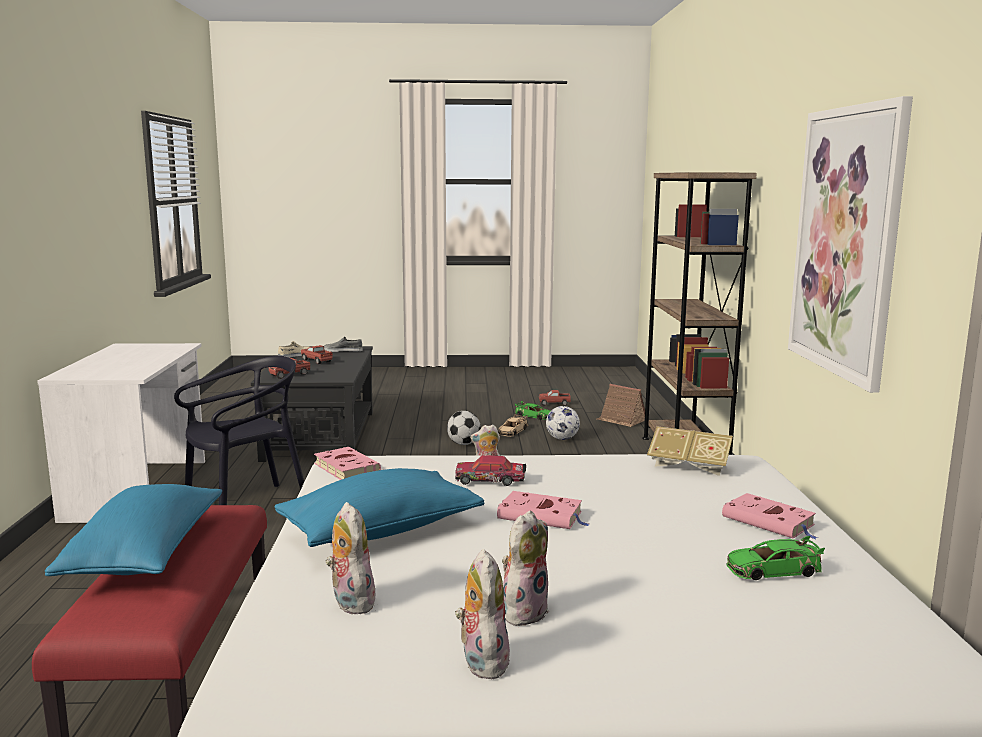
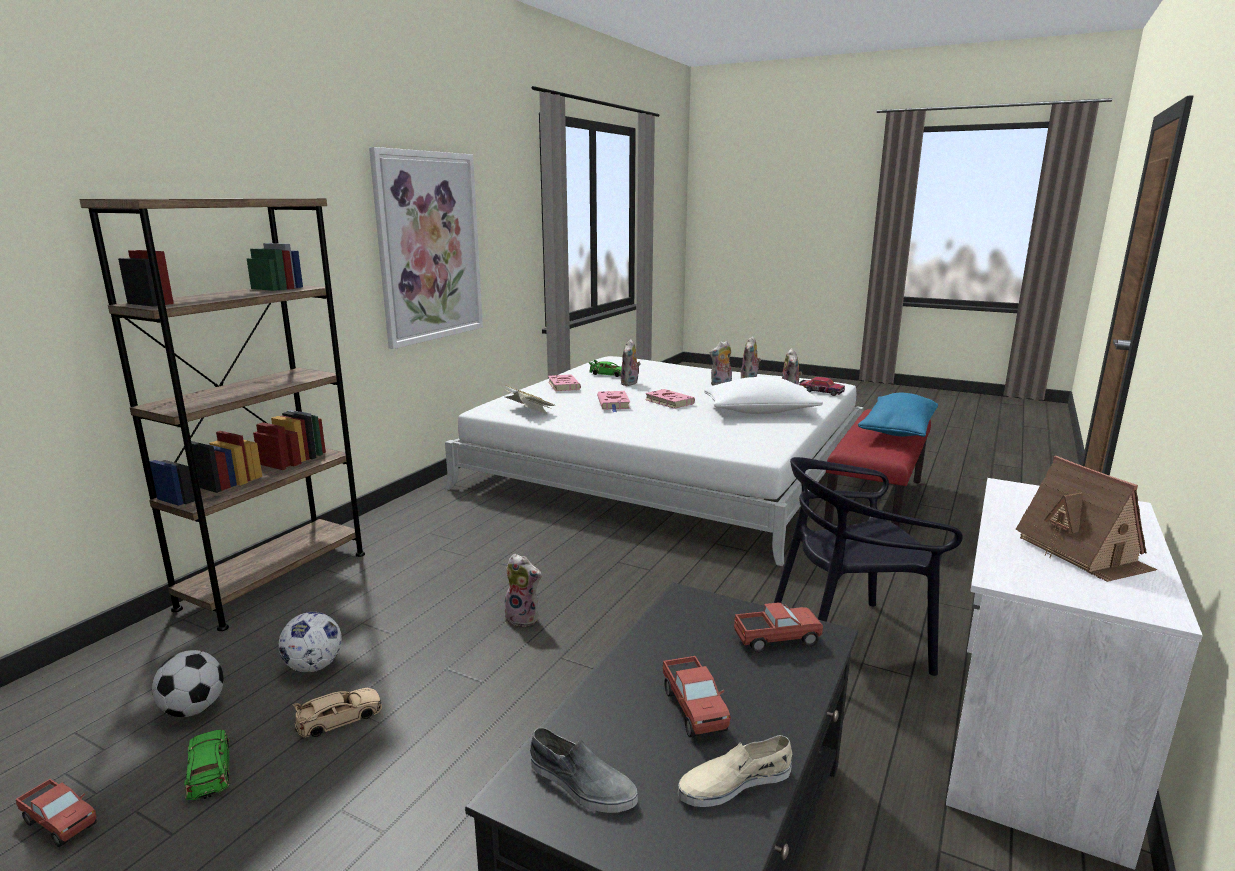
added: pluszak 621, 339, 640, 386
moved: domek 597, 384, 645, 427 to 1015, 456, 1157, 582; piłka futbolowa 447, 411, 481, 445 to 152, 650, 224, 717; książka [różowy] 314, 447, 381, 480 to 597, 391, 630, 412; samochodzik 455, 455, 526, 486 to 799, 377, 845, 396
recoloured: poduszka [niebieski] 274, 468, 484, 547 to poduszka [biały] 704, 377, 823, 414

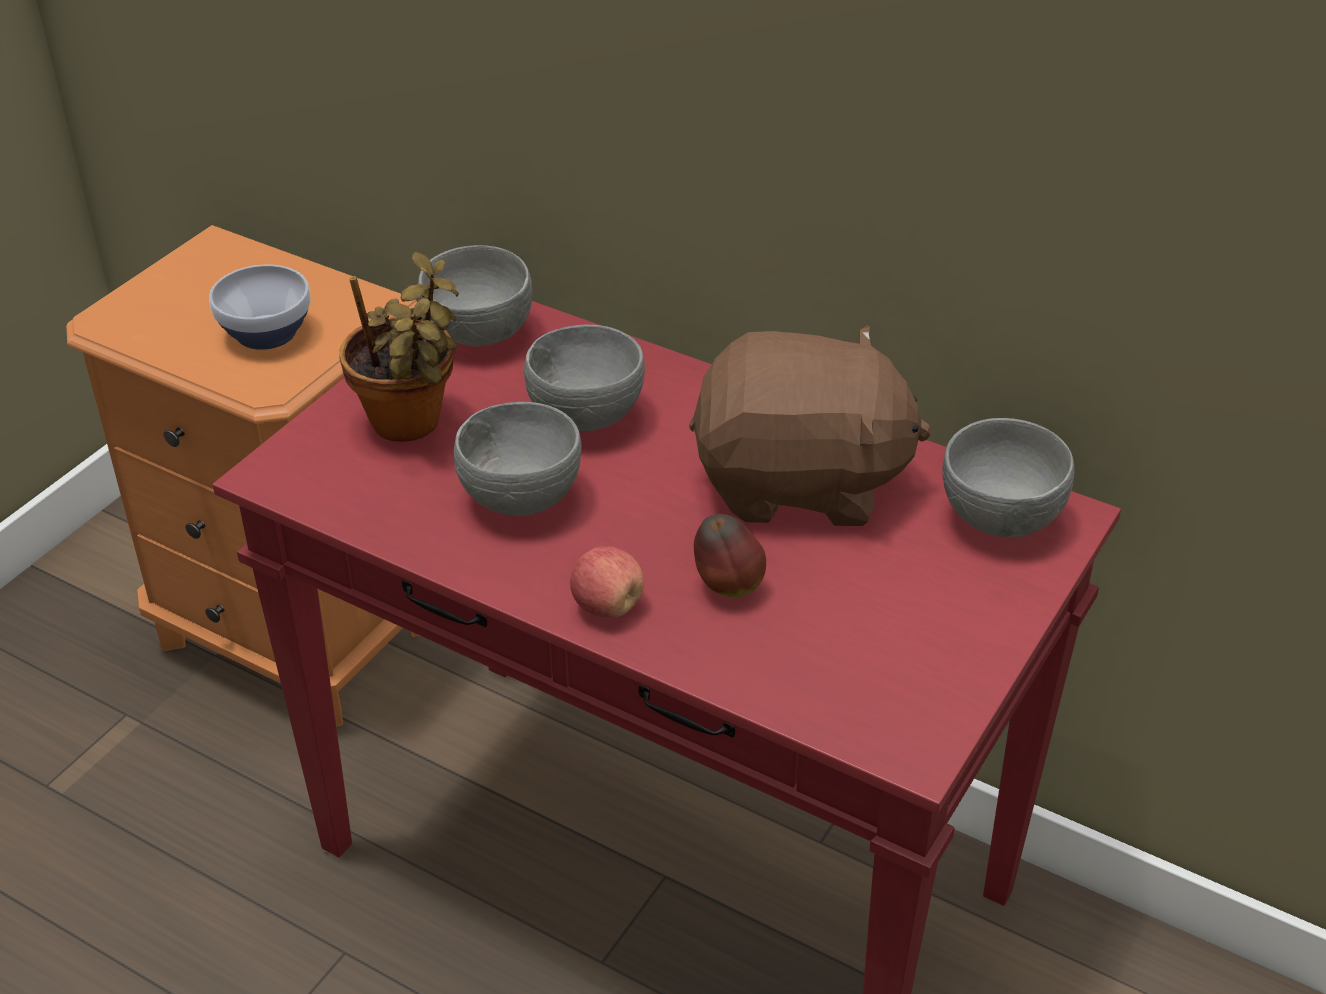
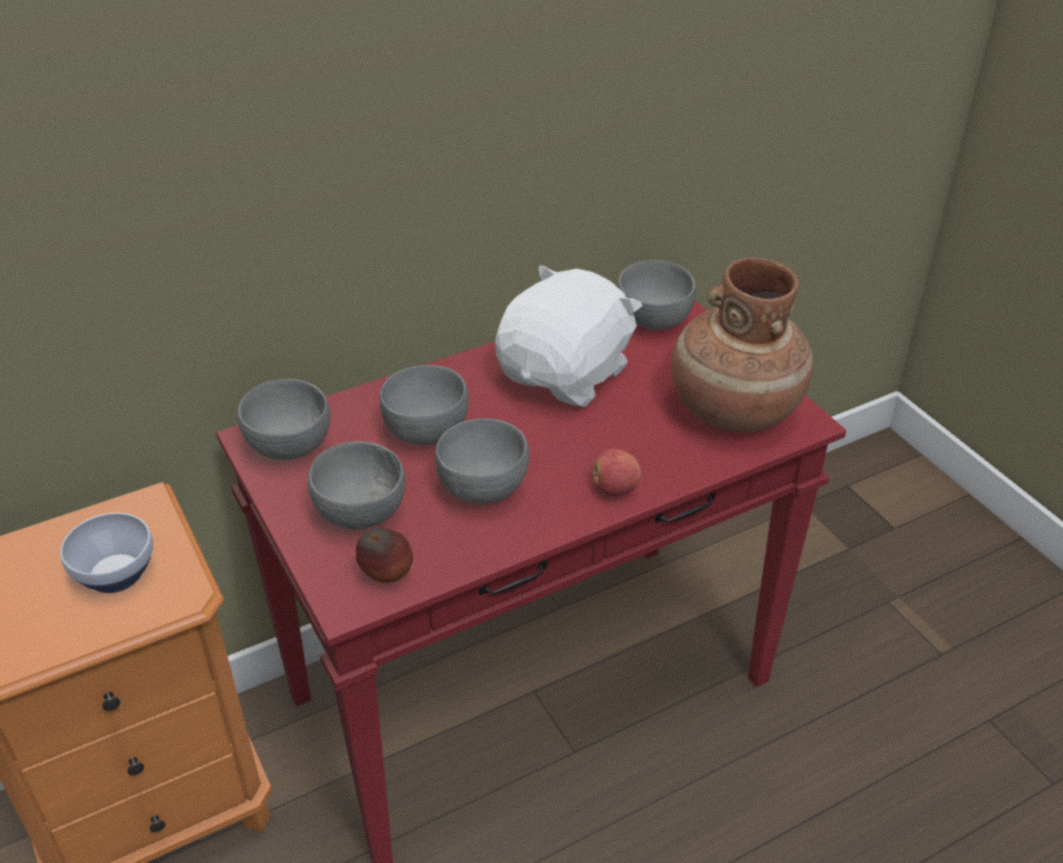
added: wazon [brązowy] 671, 257, 813, 433
moved: jabłko 694, 514, 766, 598 to 356, 528, 413, 583
replaced: roślina doniczkowa 339, 252, 459, 442 to miska [szary] 308, 441, 405, 529
recoloured: pluszak [brązowy] 689, 325, 933, 526 to pluszak [biały] 495, 264, 643, 407

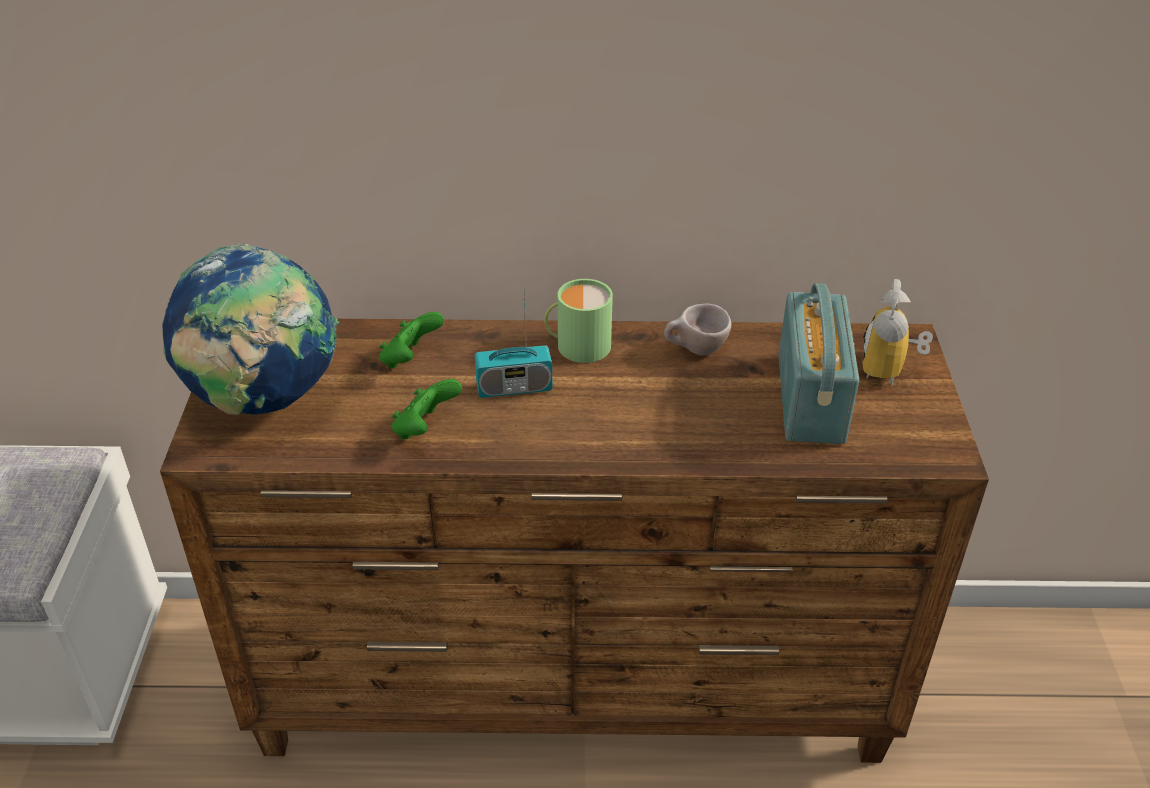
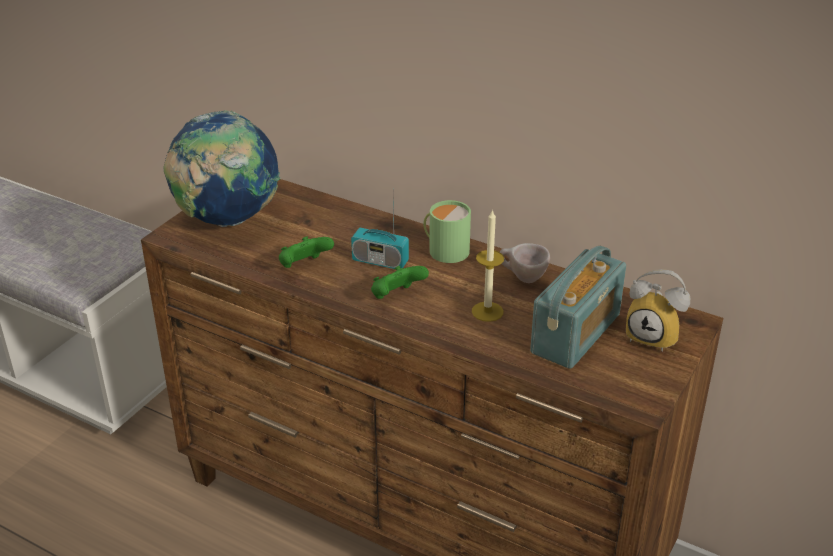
added: świeca 472, 209, 504, 322
moved: pad do gier [zielony] 379, 312, 444, 369 to 371, 266, 429, 299
turned: budzik 863, 279, 933, 387 = 626, 269, 690, 352 105 degrees counterclockwise

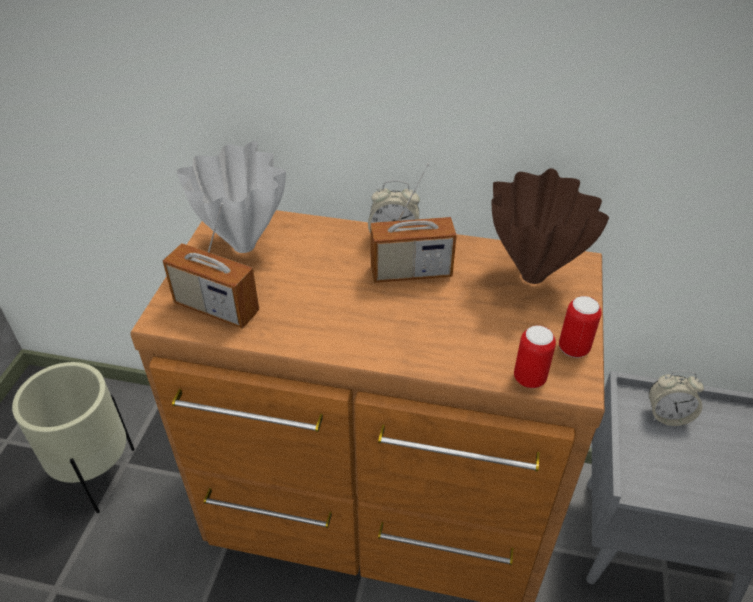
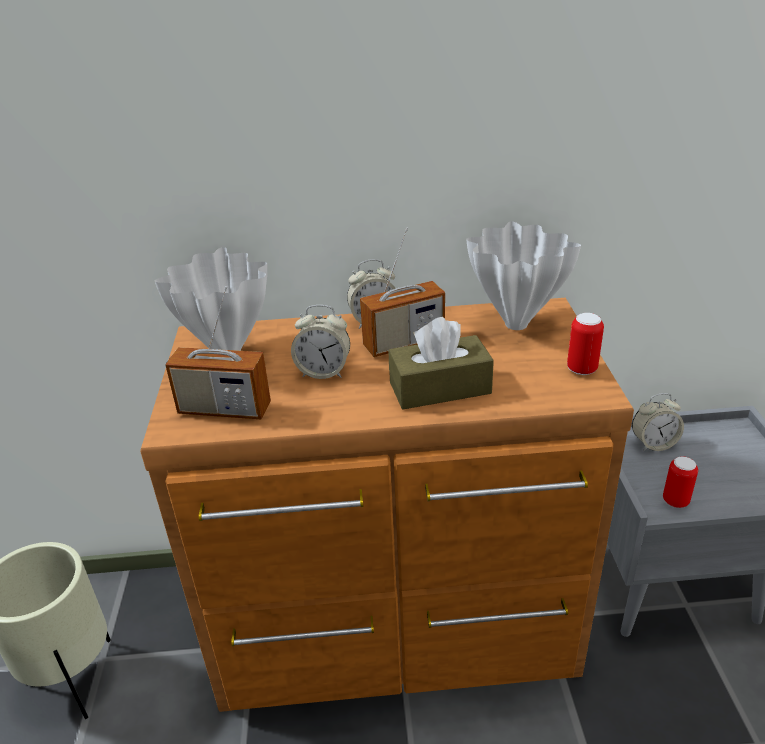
added: budzik 291, 305, 350, 379; pudełko chusteczek [brązowy] 388, 317, 494, 409
moved: puszka 514, 325, 556, 388 to 663, 456, 698, 508
recoloured: wazon [brązowy] 492, 168, 609, 284 to wazon [biały] 466, 221, 581, 330

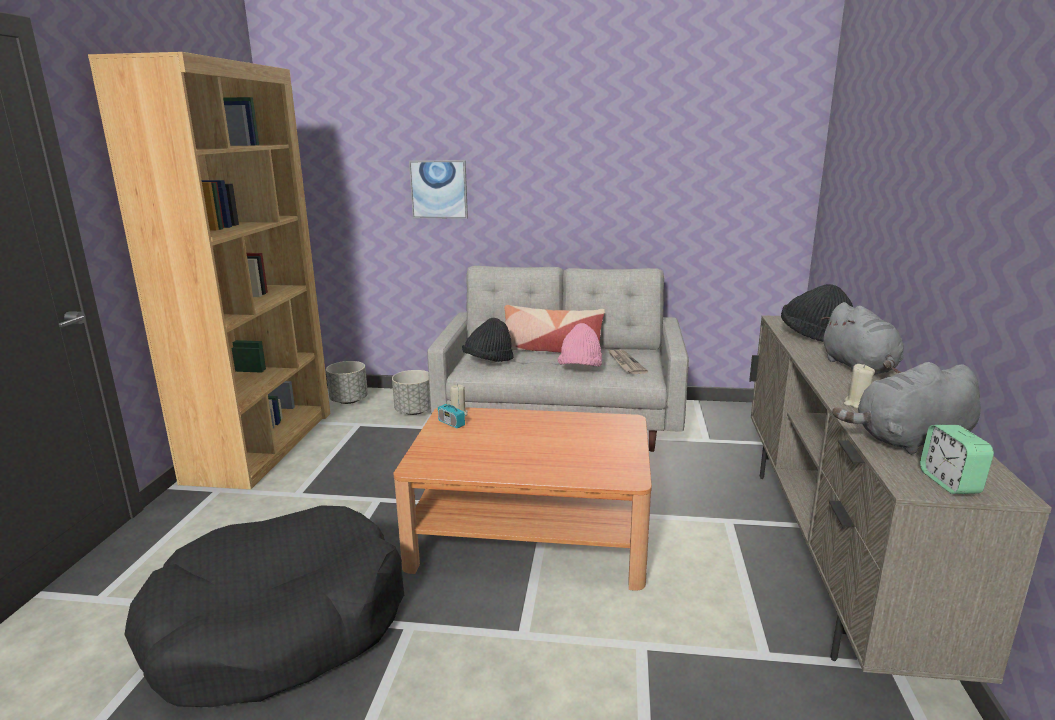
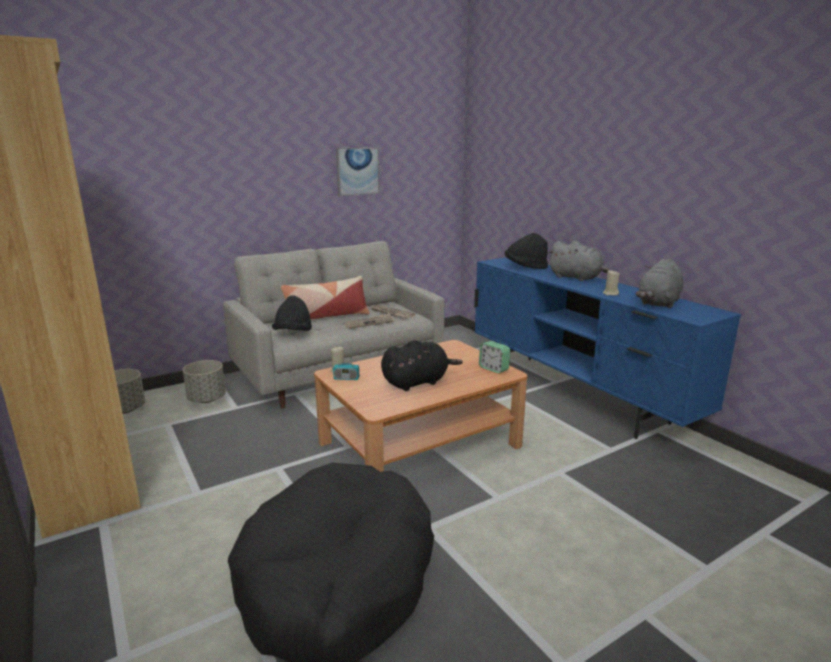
added: pluszak [czarny] 381, 340, 463, 391
moved: obraz 409, 160, 468, 219 to 336, 147, 380, 196; budzik 920, 425, 994, 494 to 479, 341, 510, 373
replaced: kapelusz [różowy] 558, 323, 602, 367 to gazeta 344, 313, 394, 329
recoloured: szafka pod telewizor [beżowy] 749, 315, 1052, 684 to szafka pod telewizor [niebieski] 474, 257, 741, 439

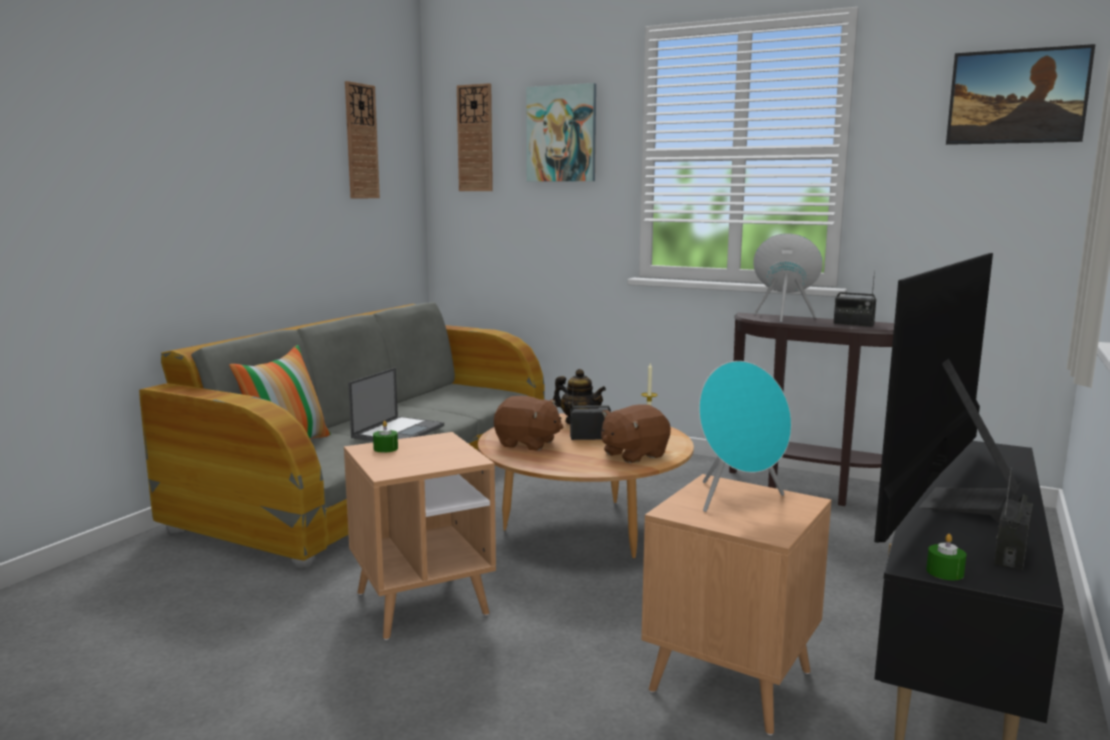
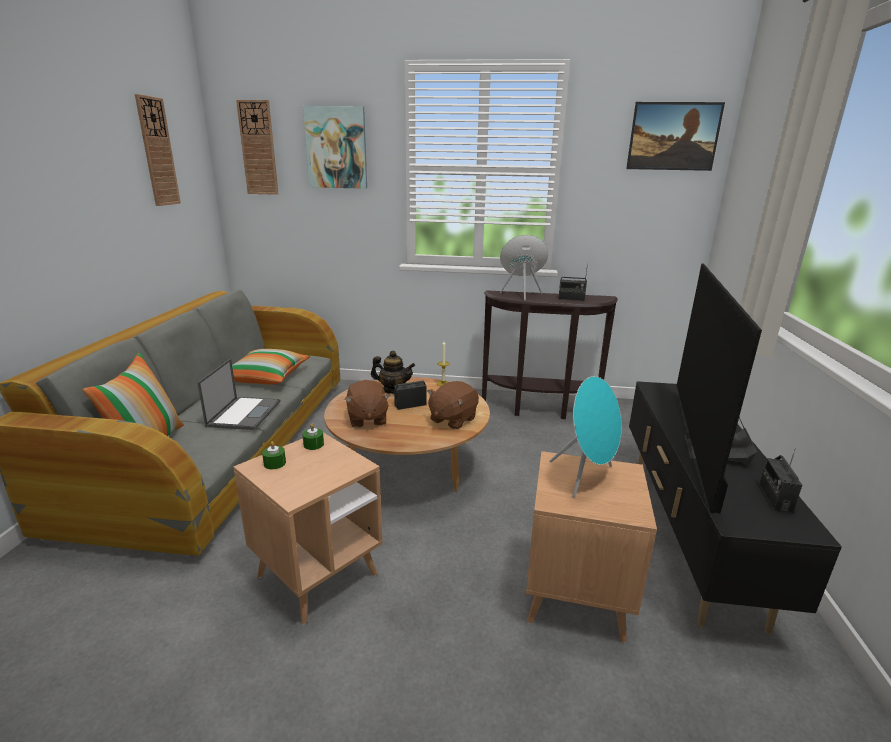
added: poduszka 232, 349, 310, 384
moved: świeca [zielony] 926, 534, 966, 580 to 302, 424, 324, 450
turned: pluszak [brązowy] 494, 396, 563, 451 = 344, 380, 390, 428 75 degrees clockwise

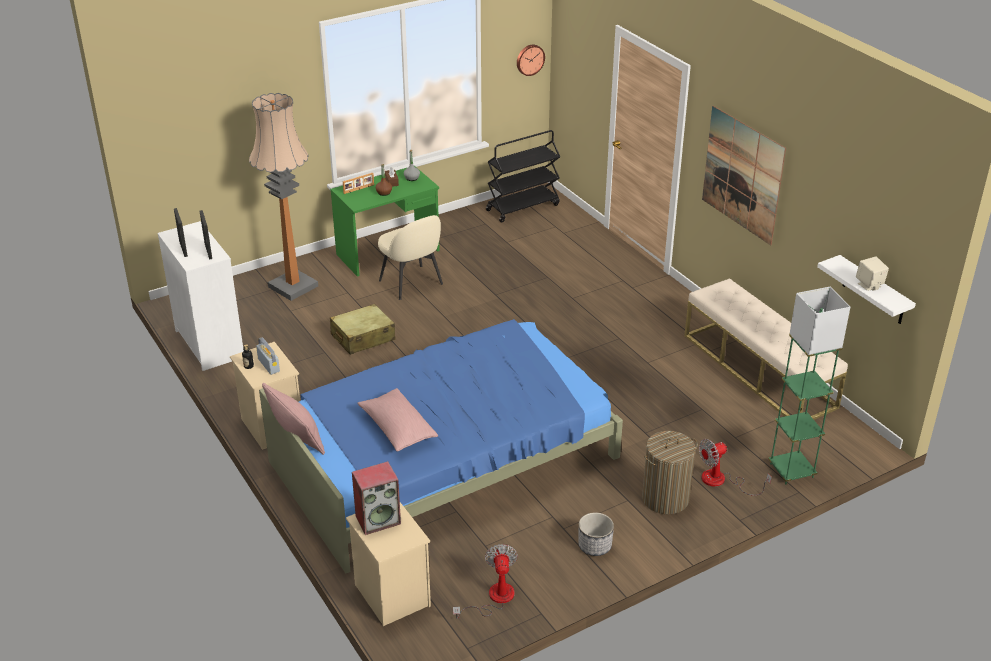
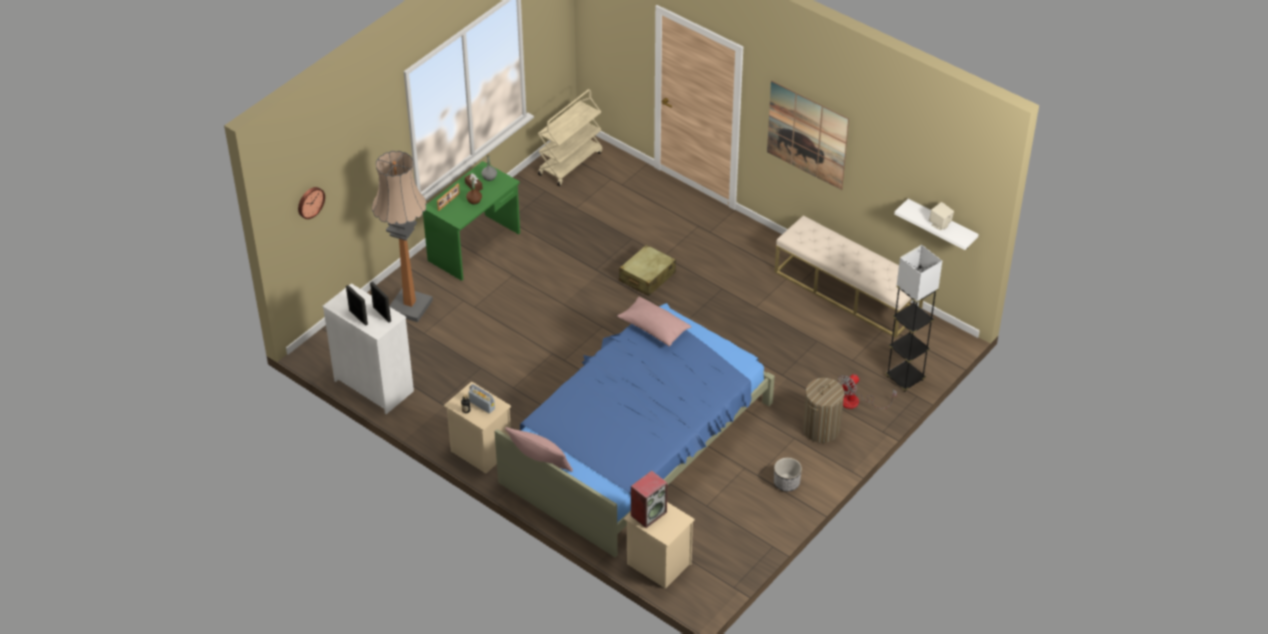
removed: krzesło [beżowy] 378, 215, 443, 300; wentylator 453, 544, 518, 618
moved: zegar ścienny 517, 45, 545, 76 to 298, 187, 325, 219; walizka [beżowy] 330, 304, 396, 355 to 619, 245, 676, 296; poduszka [różowy] 357, 388, 438, 451 to 617, 296, 691, 346
recoloured: wózek [czarny] 486, 130, 560, 223 to wózek [beżowy] 538, 89, 602, 186; lampa stojąca [zielony] 768, 287, 850, 484 to lampa stojąca [szary] 885, 245, 942, 392

